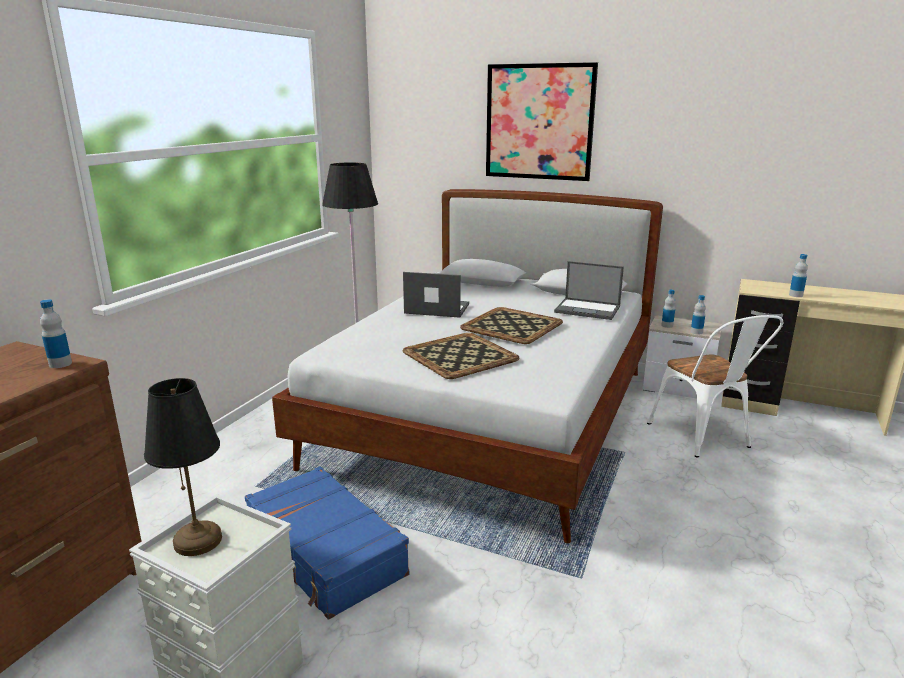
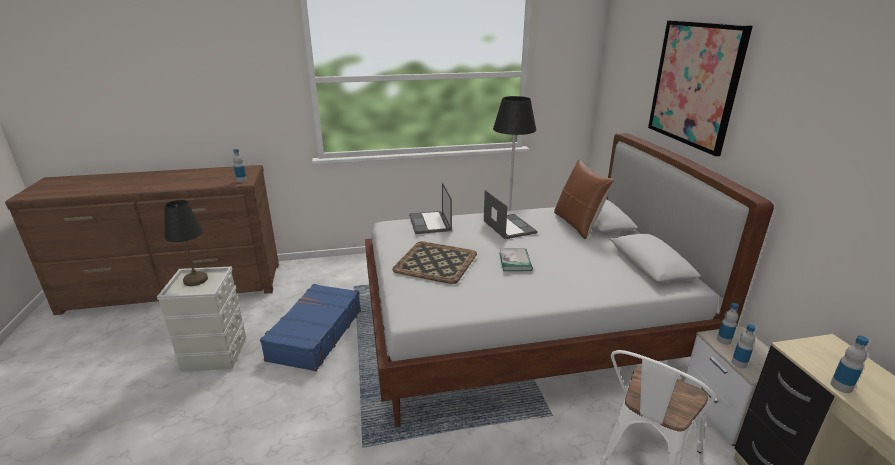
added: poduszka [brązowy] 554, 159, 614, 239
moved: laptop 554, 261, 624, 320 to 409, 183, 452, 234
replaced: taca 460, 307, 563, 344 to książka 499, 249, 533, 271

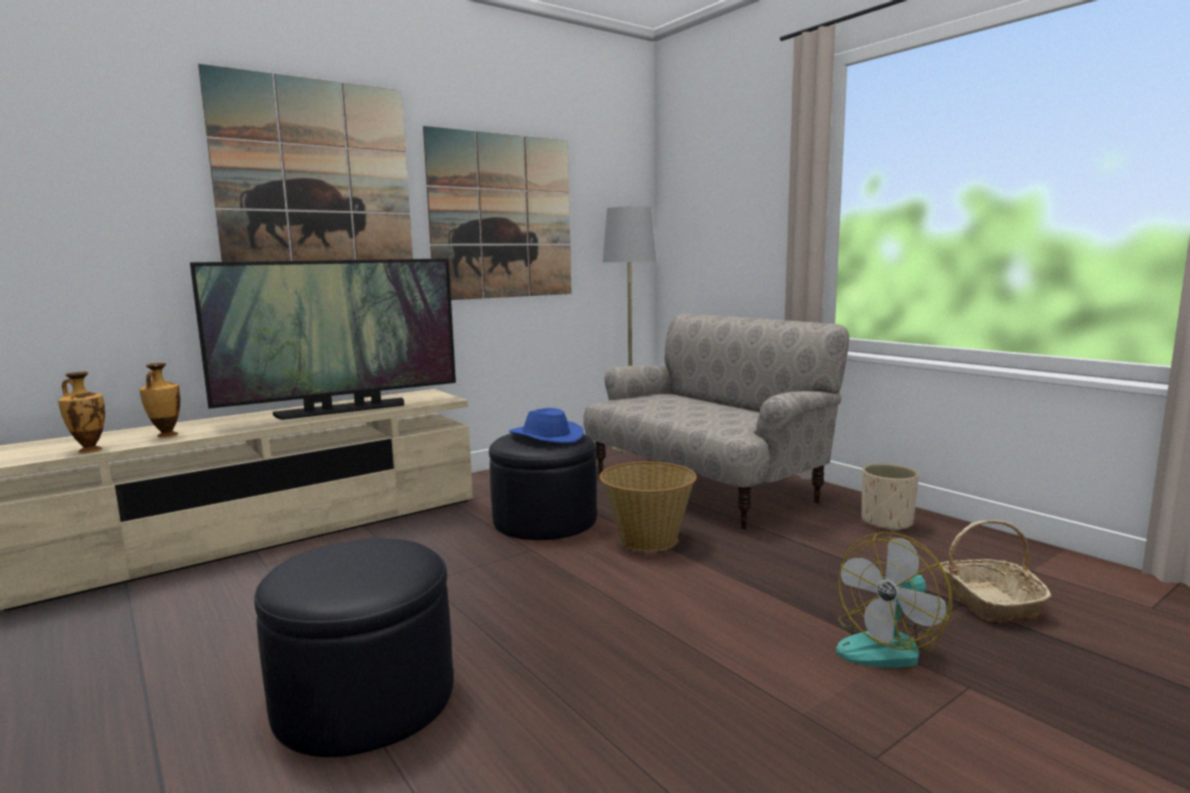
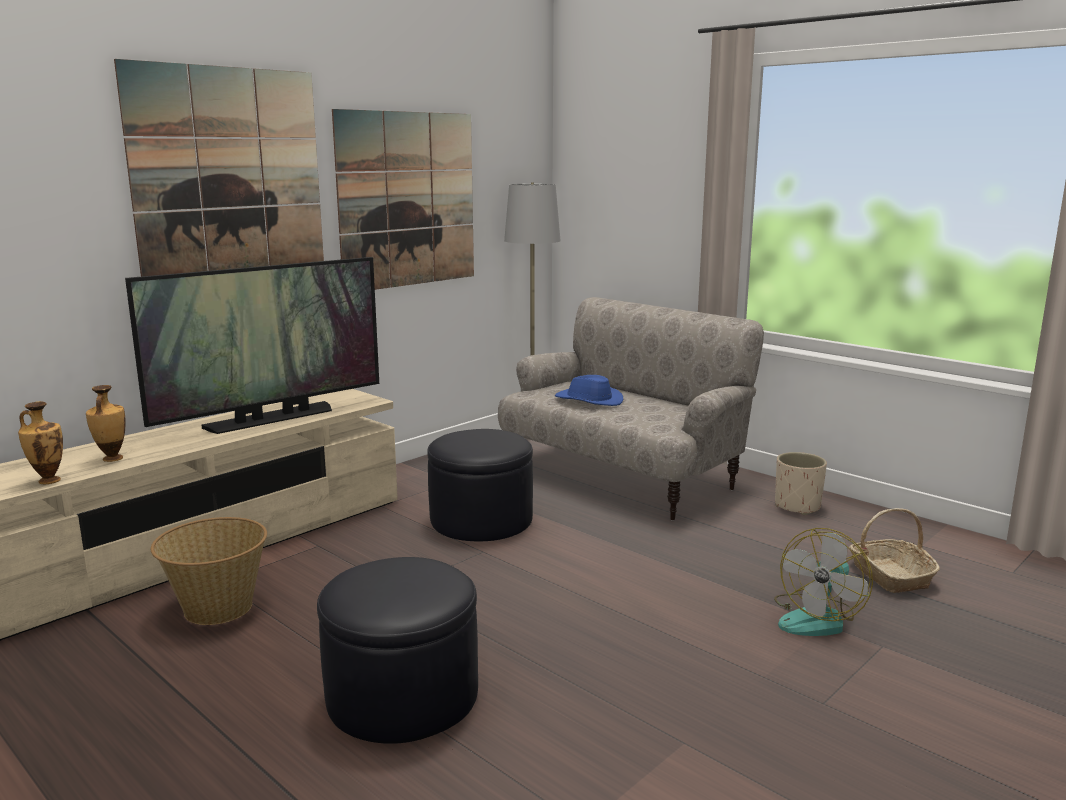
moved: kapelusz [niebieski] 509, 408, 584, 443 to 555, 375, 623, 406; koszyk 599, 462, 697, 551 to 151, 517, 267, 625

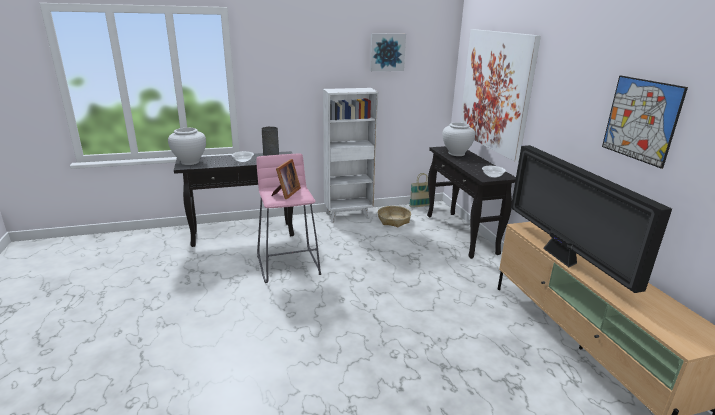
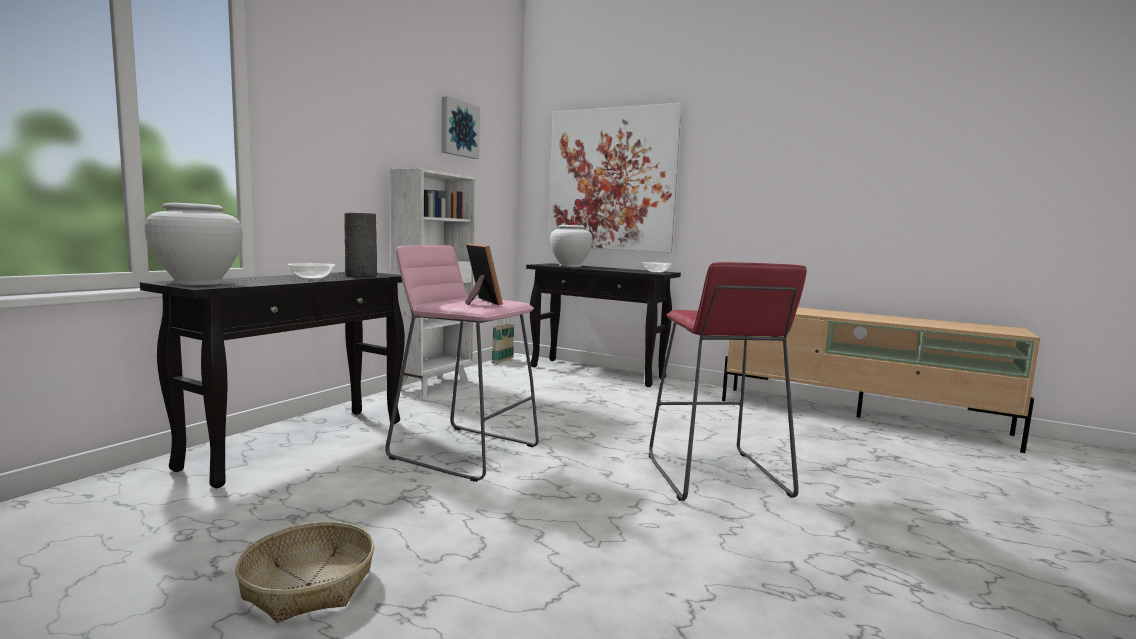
removed: obraz 602, 76, 688, 169; telewizor 511, 145, 672, 293
added: stołek [czerwony] 649, 262, 807, 501
moved: koszyk 378, 206, 411, 227 to 235, 522, 374, 623

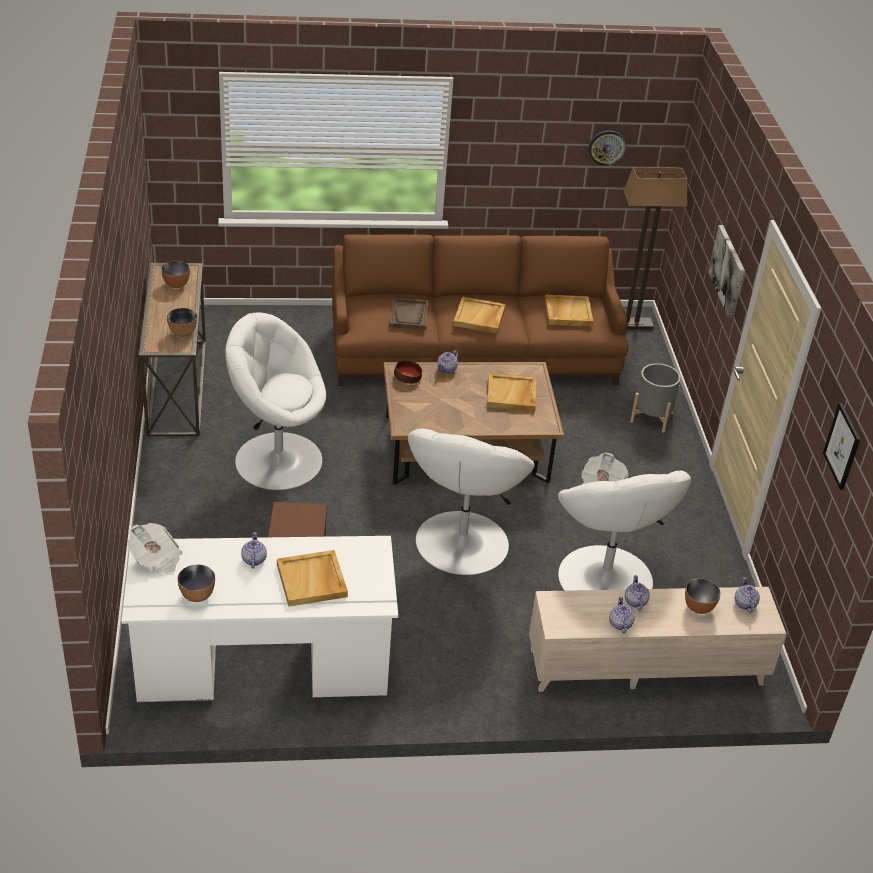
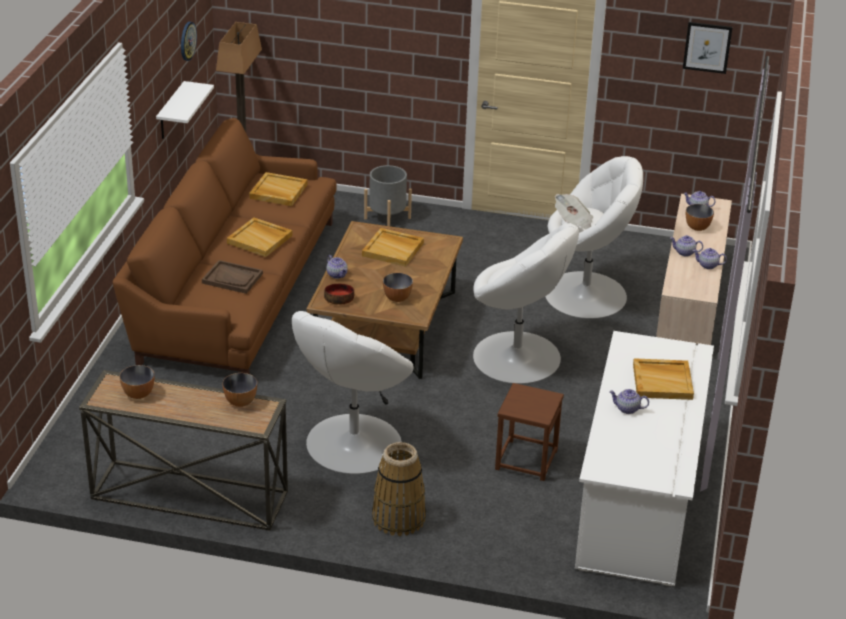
removed: obraz 708, 225, 745, 318; gazeta 127, 523, 183, 575
added: półka [biały] 156, 81, 214, 139; koszyk 372, 442, 426, 536
moved: miska 178, 564, 215, 602 to 383, 273, 413, 302

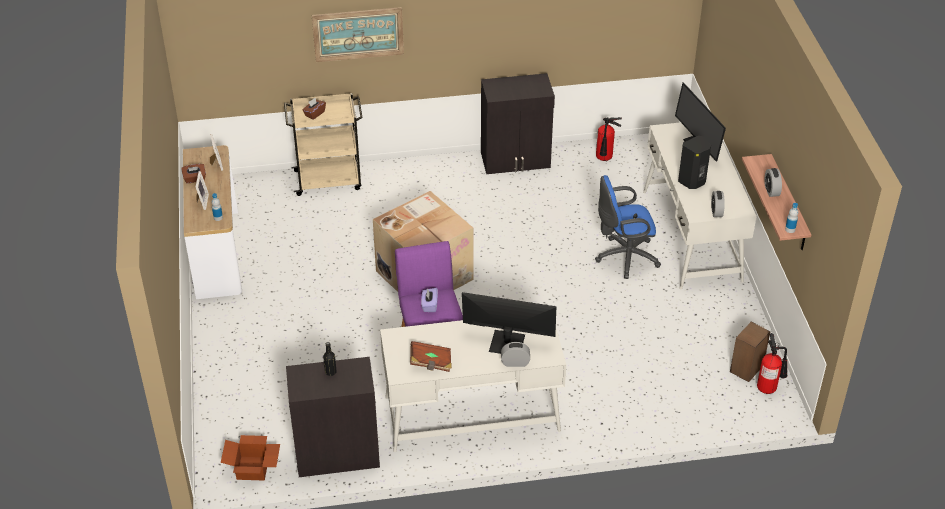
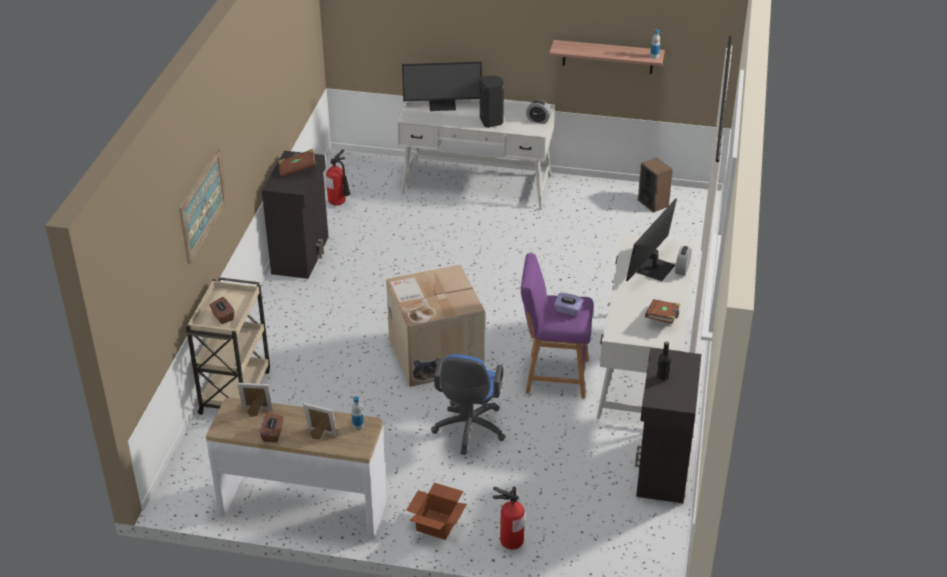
removed: budzik 764, 168, 782, 197
added: książka [brązowy] 279, 149, 315, 177
moved: krzesło biurowe [niebieski] 595, 175, 661, 279 to 431, 354, 506, 455; gaśnica 757, 333, 787, 394 to 493, 486, 525, 550; karton 221, 435, 280, 481 to 406, 483, 467, 540

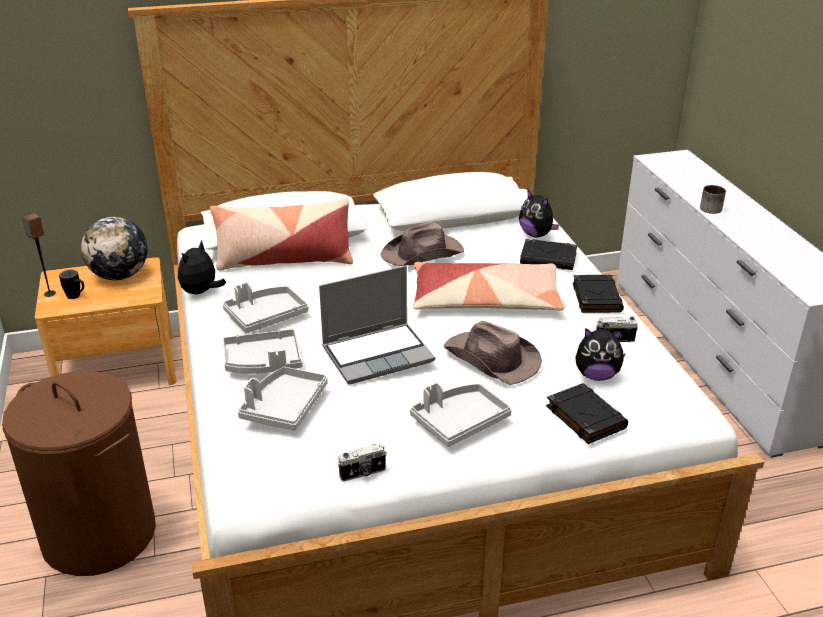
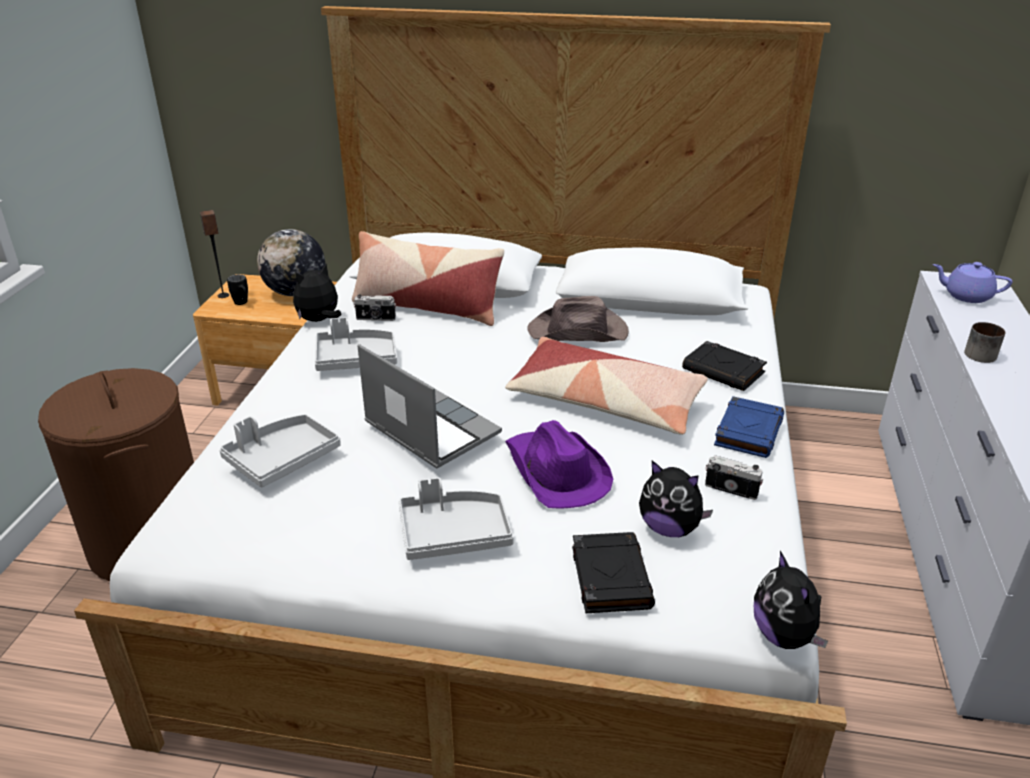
removed: taca [szary] 222, 329, 302, 374
added: imbryk [fioletowy] 933, 262, 1013, 303
moved: pluszak 519, 189, 559, 238 to 754, 551, 828, 649; aparat fotograficzny 338, 443, 387, 482 to 354, 295, 396, 321
recoloured: książka [czarny] 573, 275, 624, 313 to książka [niebieski] 714, 396, 784, 458; kapelusz [brązowy] 444, 321, 542, 385 to kapelusz [fioletowy] 505, 420, 613, 509
turned: laptop 319, 266, 435, 385 = 357, 344, 502, 468 135 degrees counterclockwise

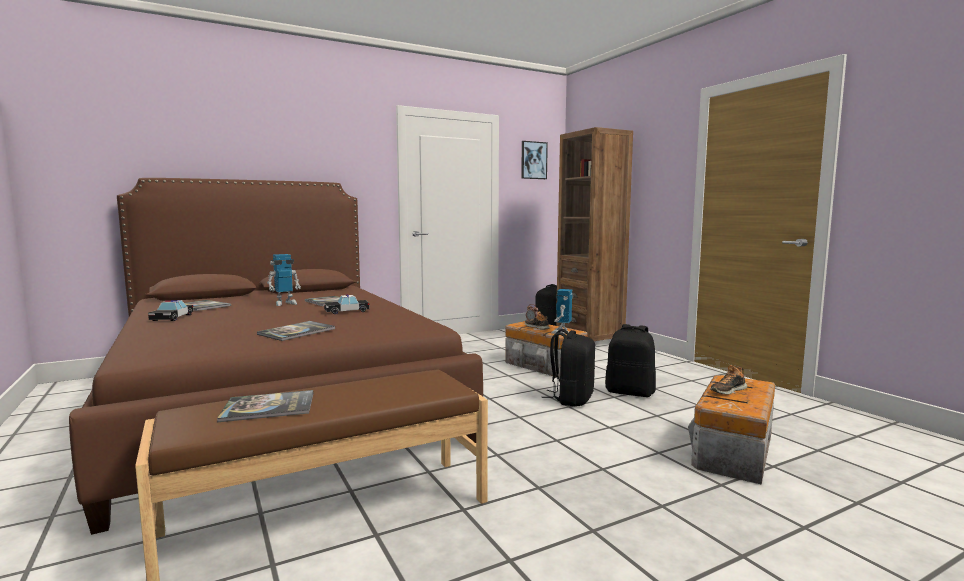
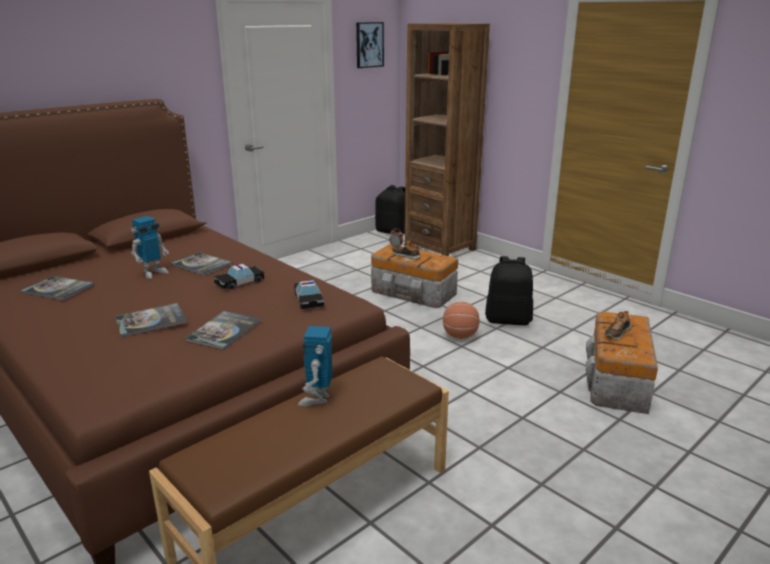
moved: robot zabawkowy 551, 289, 573, 334 to 298, 326, 333, 406; samochodzik 148, 300, 194, 321 to 294, 280, 324, 309; książka 217, 390, 313, 422 to 114, 303, 187, 338
replaced: plecak [czarny] 542, 329, 595, 406 to piłka do koszykówki 443, 302, 480, 339

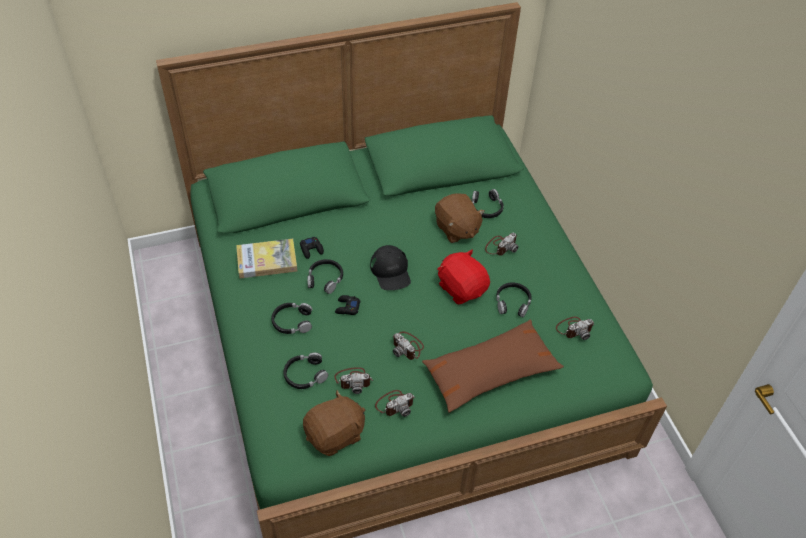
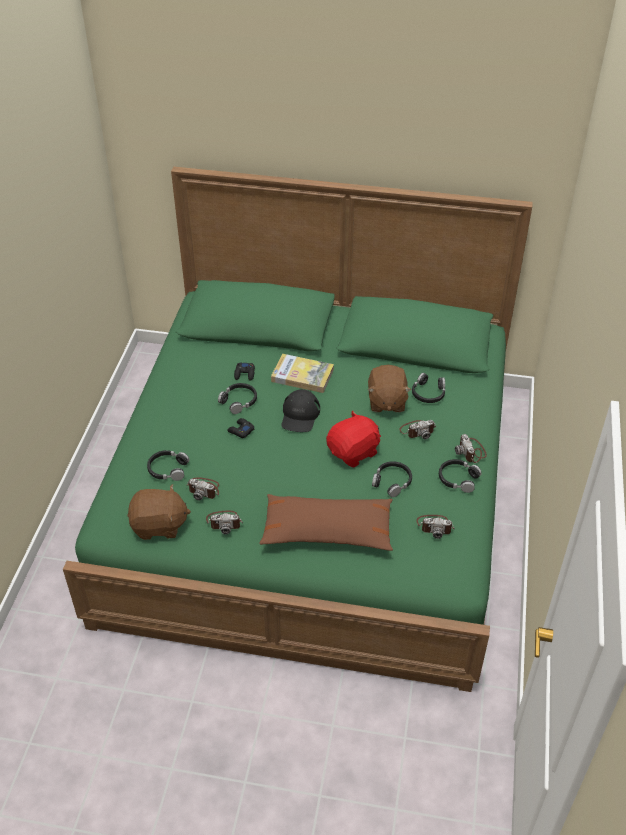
moved: książka 236, 239, 297, 279 to 271, 354, 334, 393; słuchawki [czarny] 271, 303, 312, 334 to 439, 459, 482, 493; aparat fotograficzny 393, 331, 424, 360 to 455, 434, 487, 463
turned: pluszak [czerwony] 438, 250, 490, 304 = 326, 410, 381, 467 60 degrees clockwise

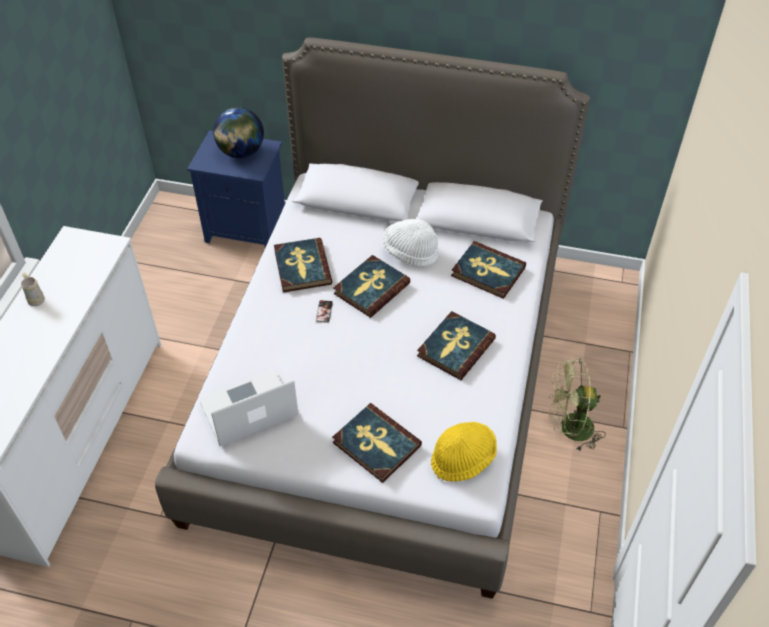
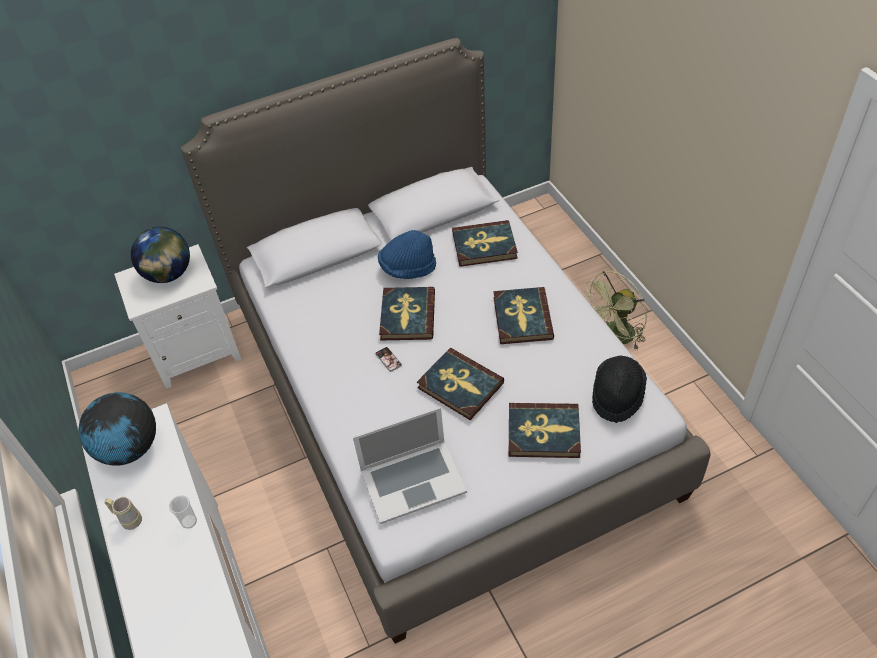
added: globus 78, 392, 156, 466; filiżanka 169, 495, 197, 529
moved: książka 274, 238, 332, 292 to 417, 348, 504, 420
recoloured: szafka nocna [niebieski] 187, 130, 285, 247 to szafka nocna [biały] 114, 244, 242, 389; kapelusz [biały] 383, 219, 439, 267 to kapelusz [niebieski] 378, 230, 436, 279; kapelusz [żółty] 431, 422, 497, 482 to kapelusz [czarny] 592, 356, 647, 423
turned: laptop 199, 370, 299, 446 = 353, 407, 467, 524 135 degrees counterclockwise

